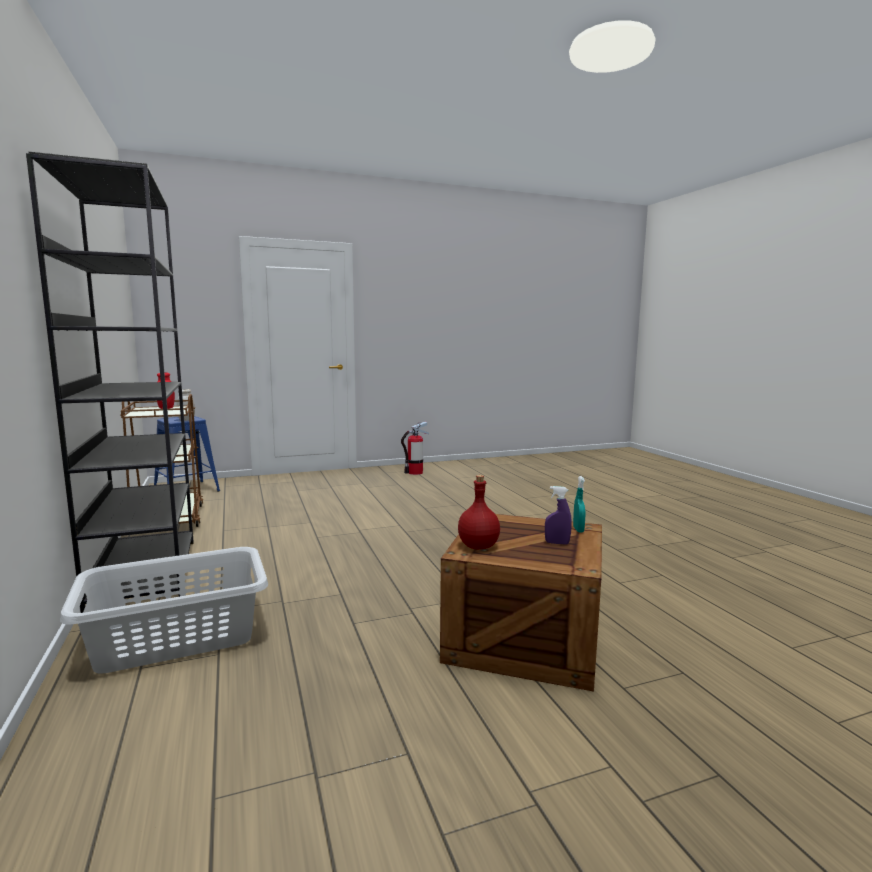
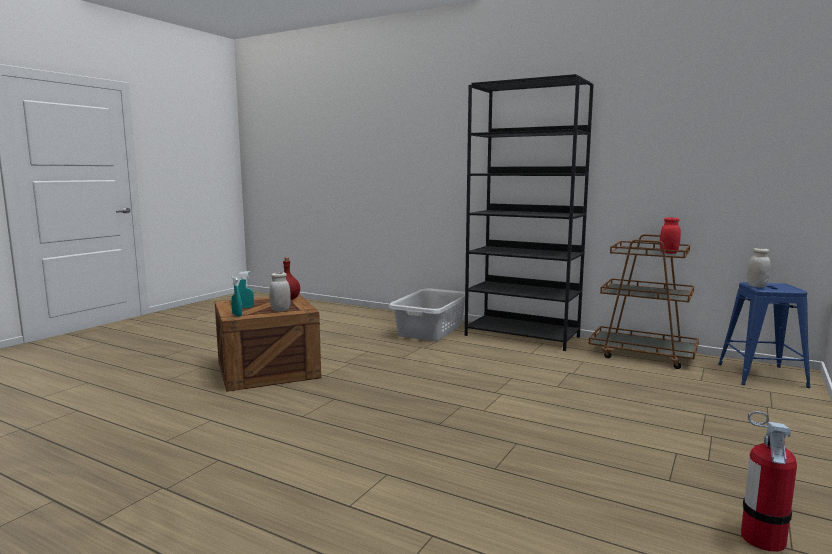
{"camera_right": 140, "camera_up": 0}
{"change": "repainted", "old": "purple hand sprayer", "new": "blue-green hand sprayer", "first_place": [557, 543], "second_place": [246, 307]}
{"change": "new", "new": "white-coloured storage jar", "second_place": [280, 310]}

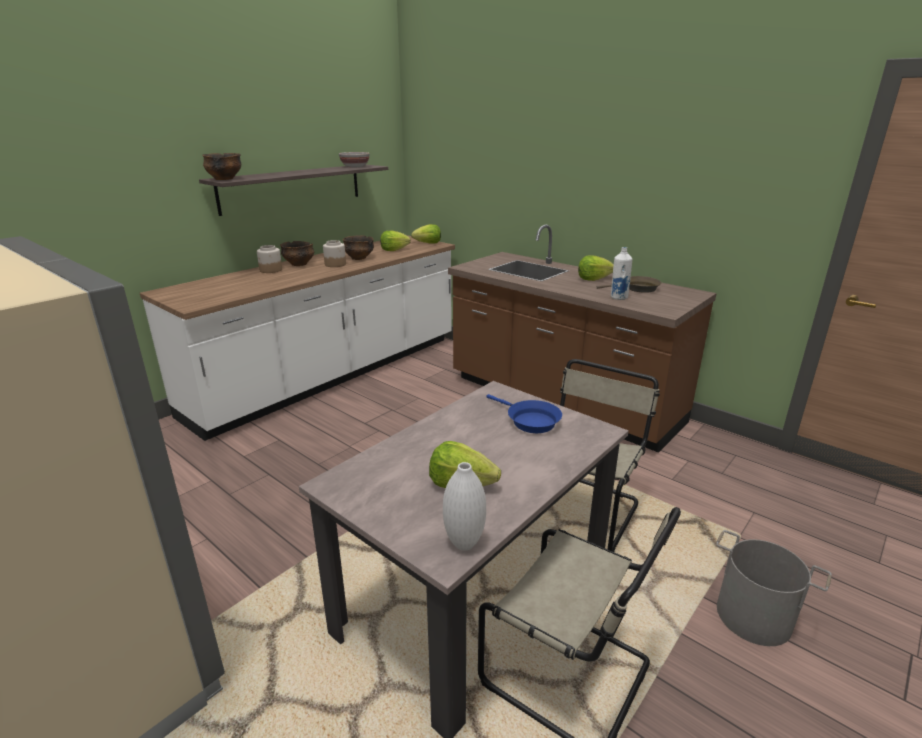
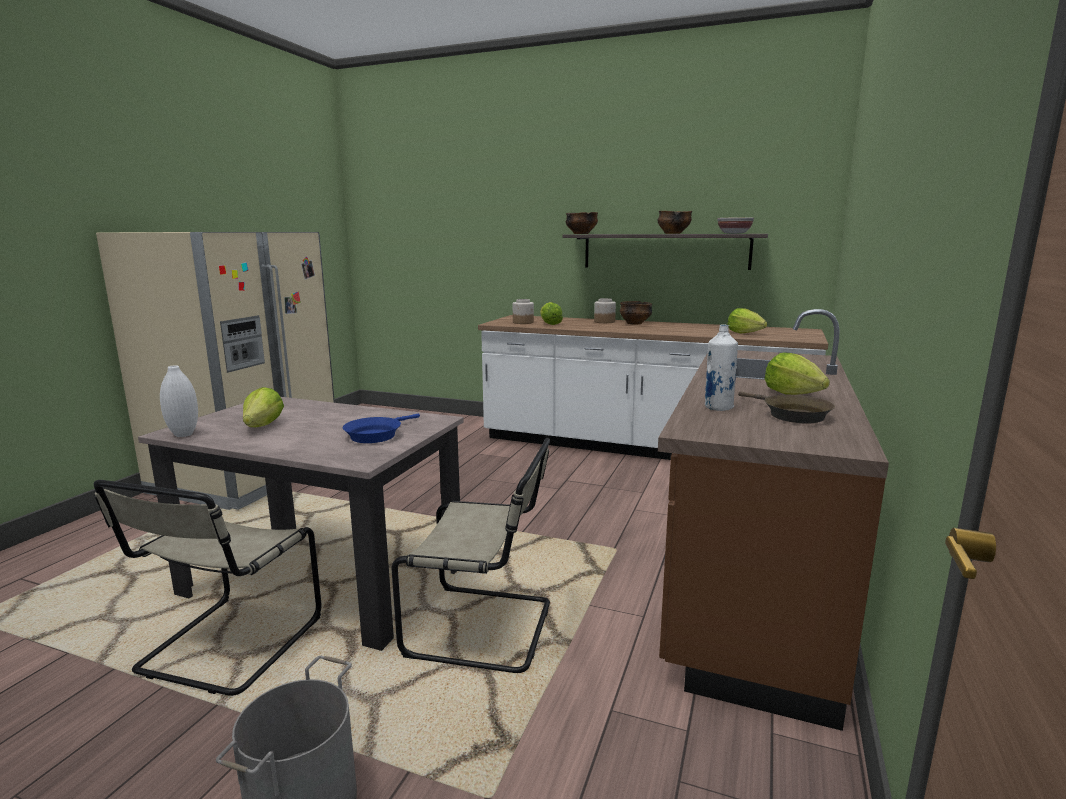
{"camera_right": 70, "camera_up": -10}
{"change": "shifted", "old": "storage jar", "first_place": [335, 264], "second_place": [523, 322]}
{"change": "shifted", "old": "serving bowl", "first_place": [359, 258], "second_place": [673, 233]}
{"change": "shifted", "old": "lettuce head", "first_place": [428, 243], "second_place": [549, 324]}

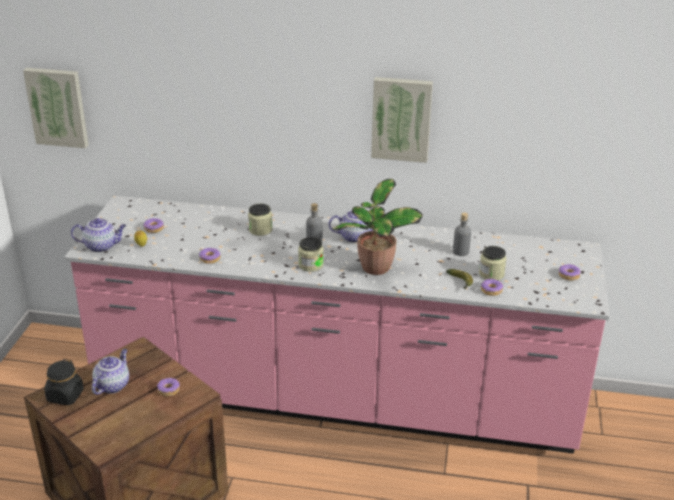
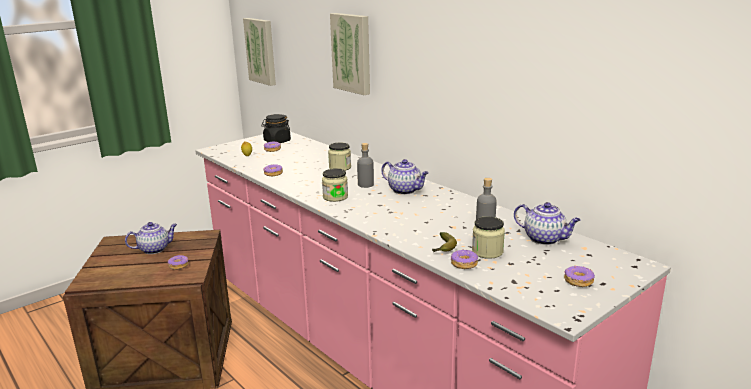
{"camera_right": 40, "camera_up": -10}
{"change": "shifted", "old": "blackish storage jar", "first_place": [65, 396], "second_place": [277, 141]}
{"change": "shifted", "old": "teapot", "first_place": [102, 246], "second_place": [545, 239]}
{"change": "gone", "old": "potted plant", "first_place": [375, 268]}
{"change": "shifted", "old": "wall picture", "first_place": [401, 118], "second_place": [352, 53]}

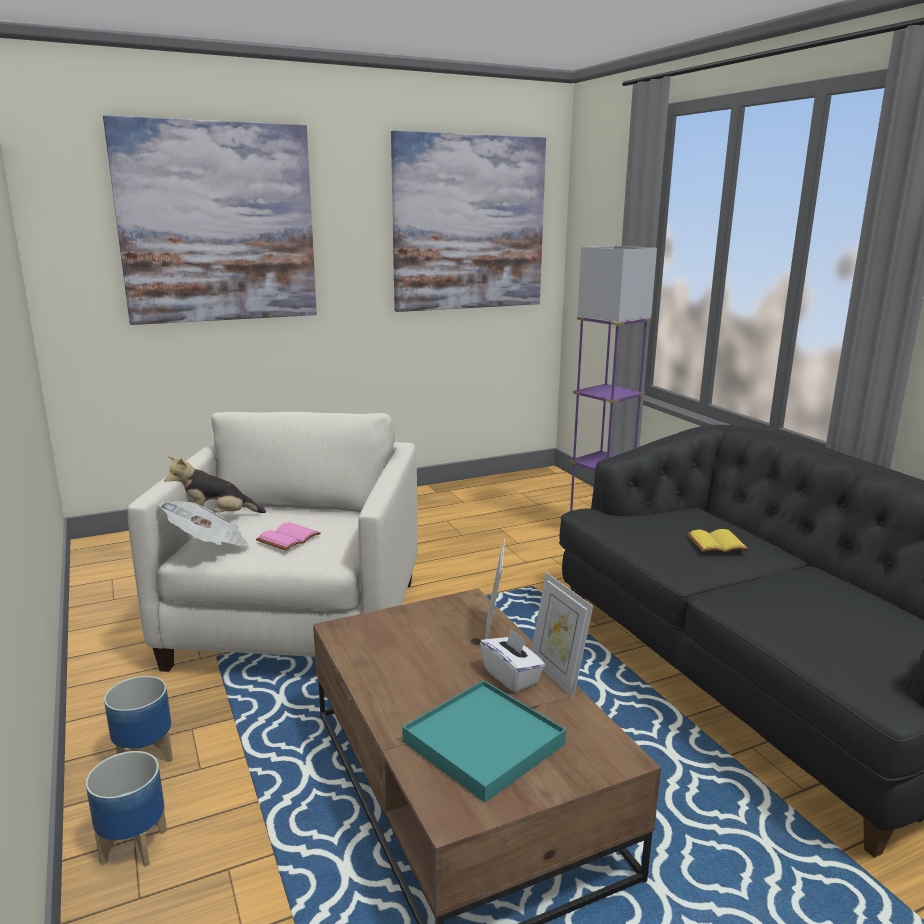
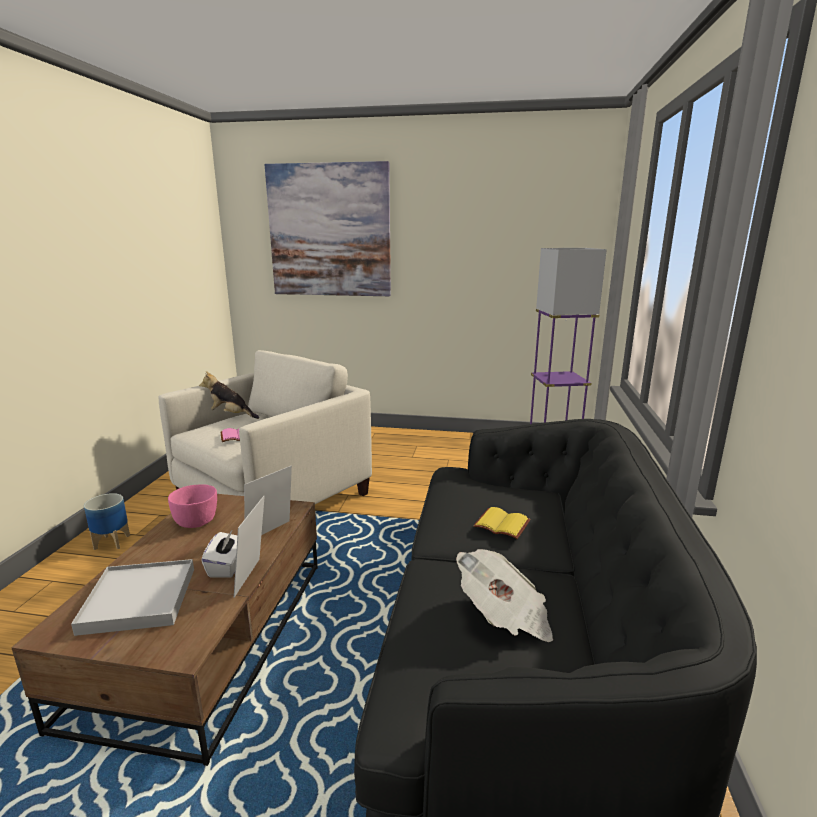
{"camera_right": 35, "camera_up": 0}
{"change": "gone", "old": "planter", "first_place": [133, 846]}
{"change": "shifted", "old": "daily paper", "first_place": [208, 544], "second_place": [504, 616]}
{"change": "gone", "old": "wall picture", "first_place": [469, 223]}
{"change": "repainted", "old": "blue-green serving tray", "new": "white-coloured serving tray", "first_place": [484, 743], "second_place": [139, 600]}
{"change": "new", "new": "pink serving bowl", "second_place": [197, 521]}

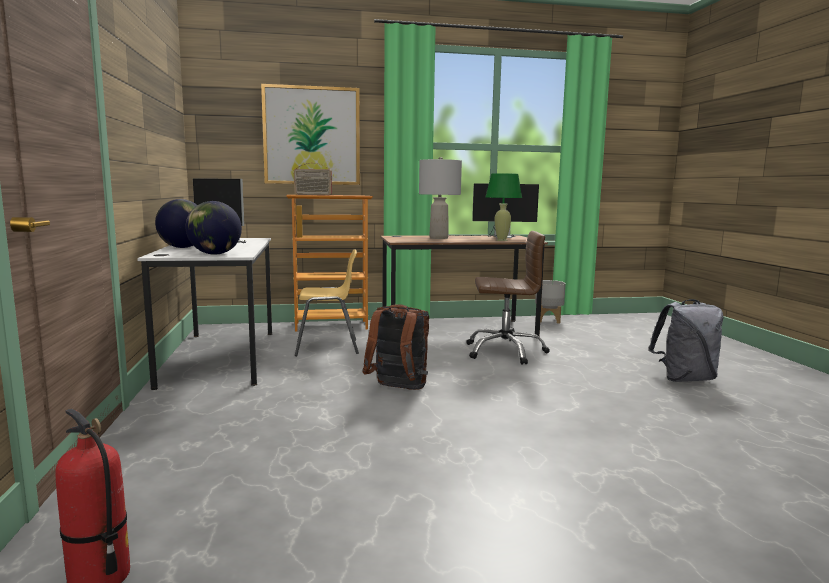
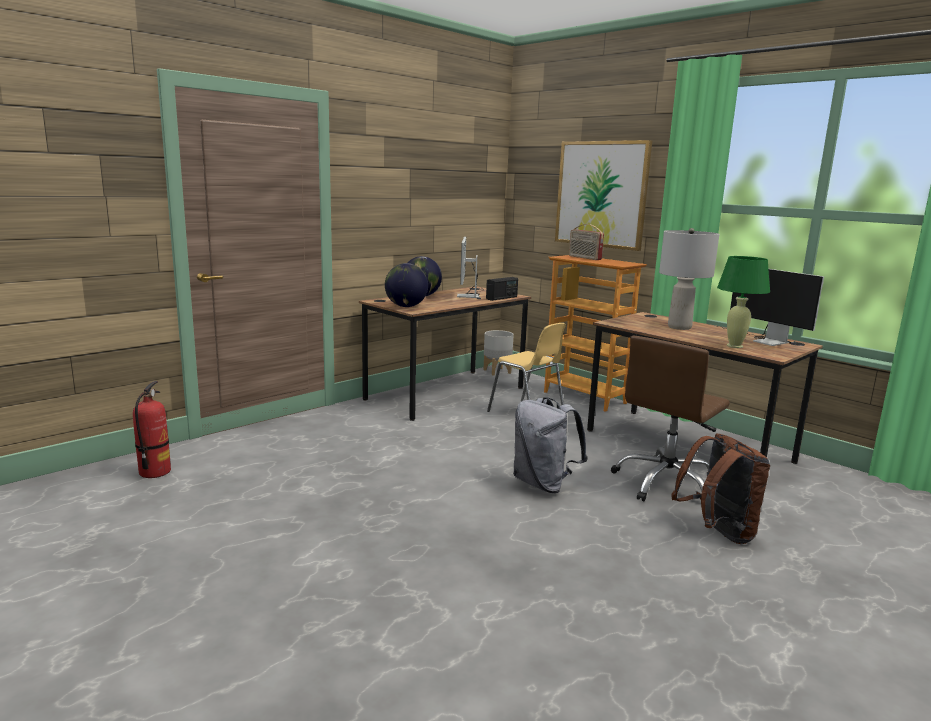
{"camera_right": 55, "camera_up": 5}
{"change": "repainted", "old": "white-coloured desk unit", "new": "brown-coloured desk unit", "first_place": [221, 357], "second_place": [446, 393]}
{"change": "shifted", "old": "brown-coloured rucksack", "first_place": [398, 389], "second_place": [717, 532]}
{"change": "rotated", "old": "brown-coloured office chair", "first_place": [505, 351], "second_place": [666, 483], "degrees": 75}
{"change": "shifted", "old": "gray planter", "first_place": [548, 320], "second_place": [497, 371]}
{"change": "shifted", "old": "gray rucksack", "first_place": [684, 379], "second_place": [543, 484]}
{"change": "new", "new": "radio receiver", "second_place": [502, 298]}

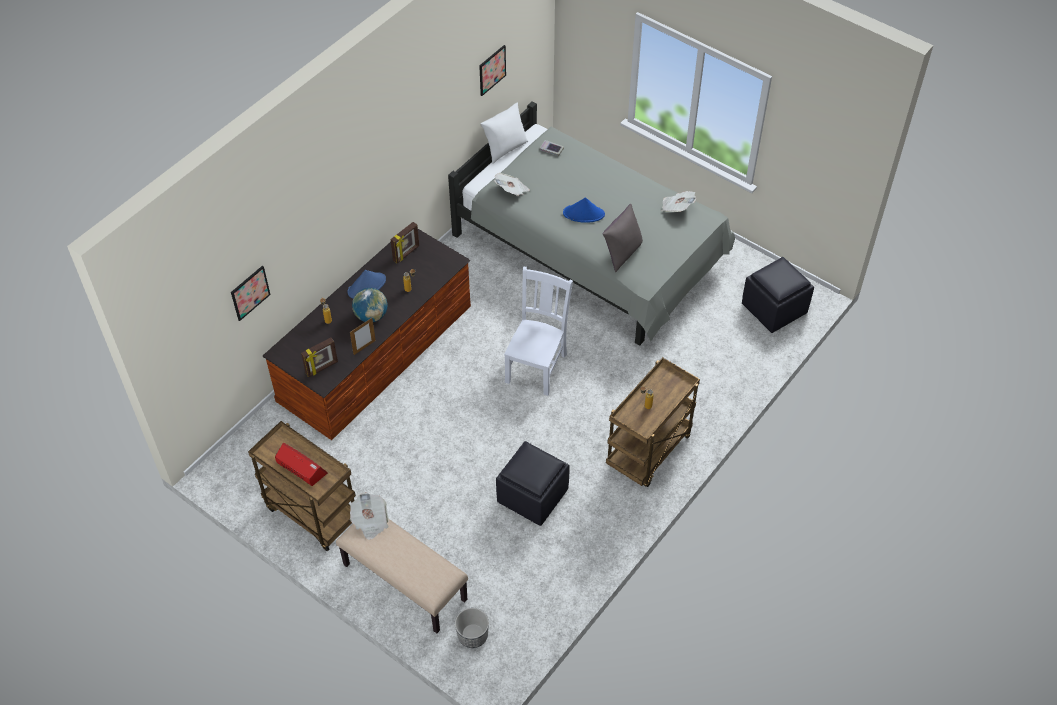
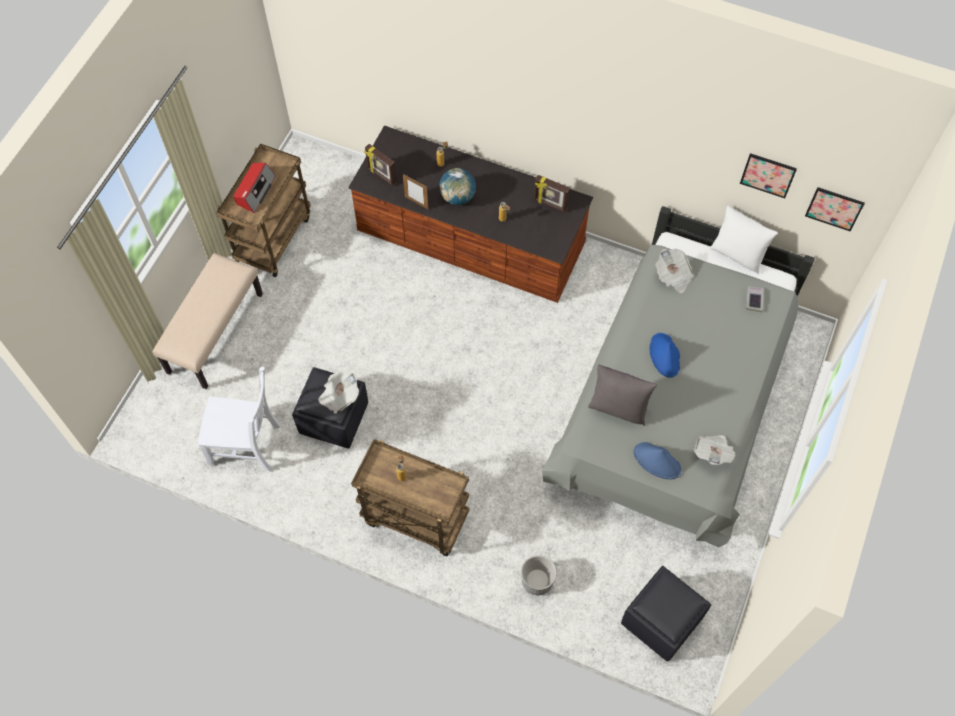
{"camera_right": 75, "camera_up": 10}
{"change": "shifted", "old": "wall picture", "first_place": [250, 293], "second_place": [834, 208]}
{"change": "shifted", "old": "bluish wearable hat", "first_place": [367, 286], "second_place": [657, 461]}
{"change": "shifted", "old": "daily paper", "first_place": [370, 521], "second_place": [339, 396]}
{"change": "shifted", "old": "planter", "first_place": [473, 635], "second_place": [537, 581]}
{"change": "shifted", "old": "white-coloured chair", "first_place": [537, 366], "second_place": [248, 445]}

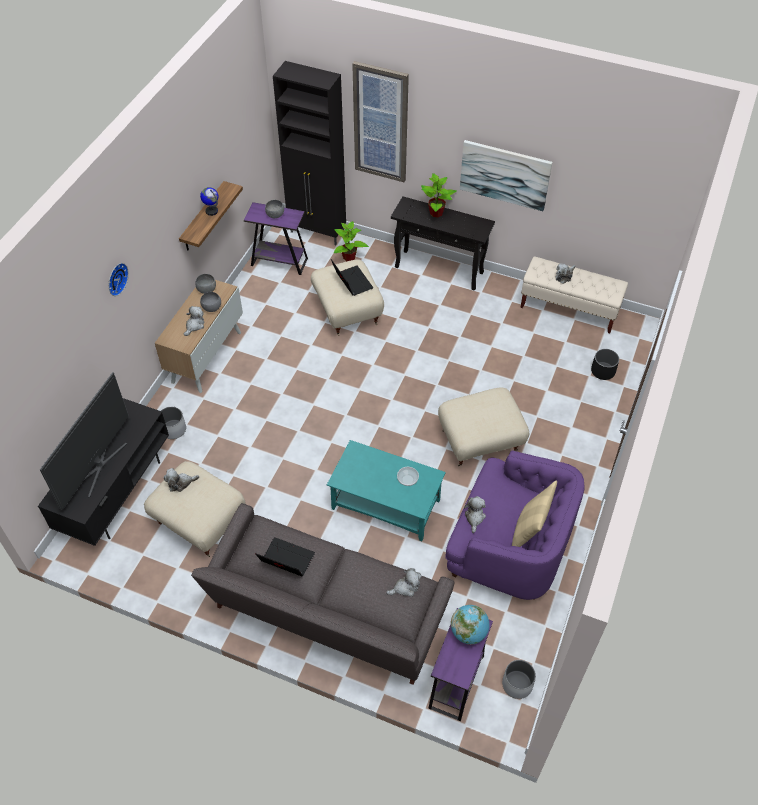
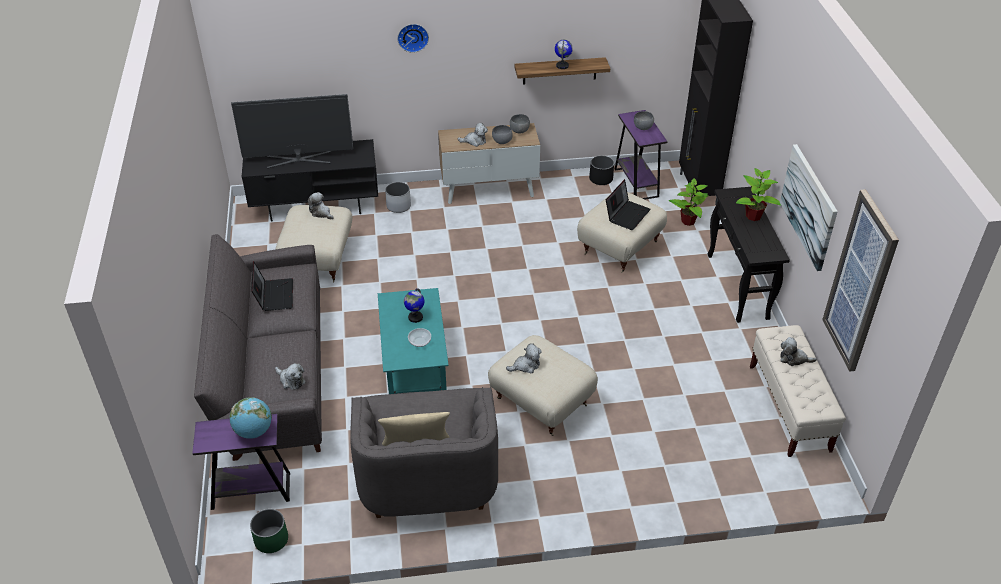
{"camera_right": 60, "camera_up": -10}
{"change": "shifted", "old": "wall picture", "first_place": [381, 123], "second_place": [860, 282]}
{"change": "repainted", "old": "purple lounge chair", "new": "gray lounge chair", "first_place": [509, 546], "second_place": [428, 474]}
{"change": "shifted", "old": "cuddly toy", "first_place": [474, 517], "second_place": [525, 365]}
{"change": "repainted", "old": "white-coloured planter", "new": "greenish planter", "first_place": [517, 684], "second_place": [271, 540]}
{"change": "shifted", "old": "blackish planter", "first_place": [603, 371], "second_place": [601, 179]}
{"change": "new", "new": "desk globe", "second_place": [415, 317]}

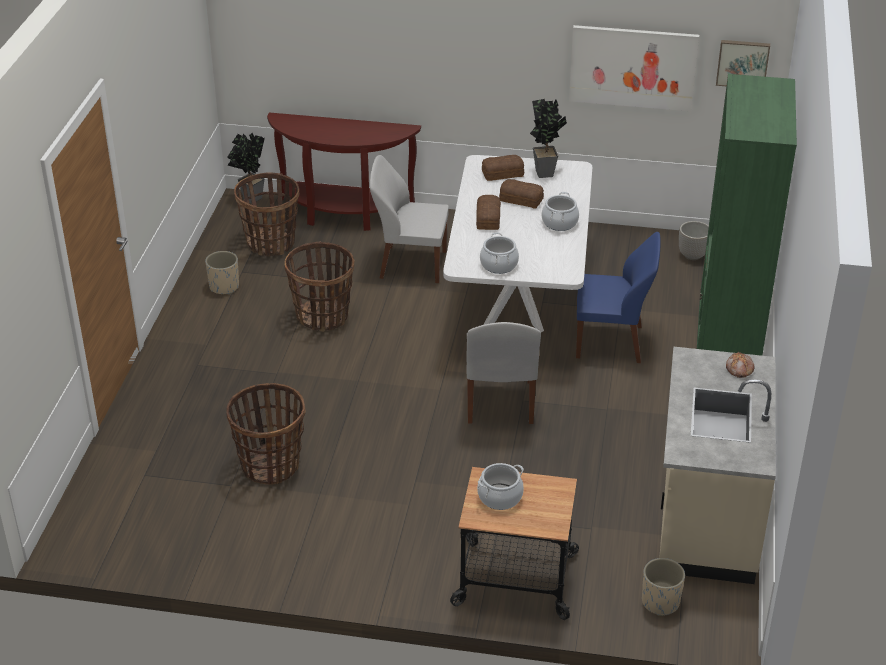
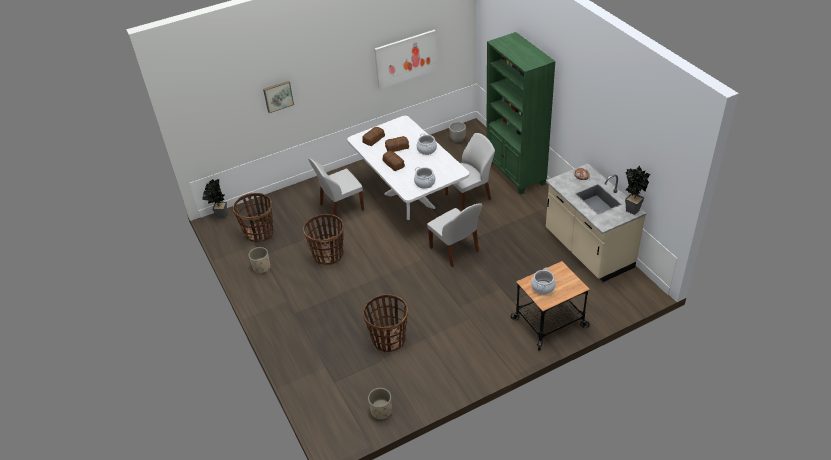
{"camera_right": -35, "camera_up": 5}
{"change": "gone", "old": "brown-coloured console table", "first_place": [343, 214]}
{"change": "shifted", "old": "potted plant", "first_place": [545, 171], "second_place": [631, 209]}
{"change": "repainted", "old": "bluish chair", "new": "white-coloured chair", "first_place": [612, 342], "second_place": [469, 196]}
{"change": "shifted", "old": "beige planter", "first_place": [660, 602], "second_place": [381, 411]}
{"change": "shifted", "old": "wall picture", "first_place": [742, 63], "second_place": [278, 96]}

